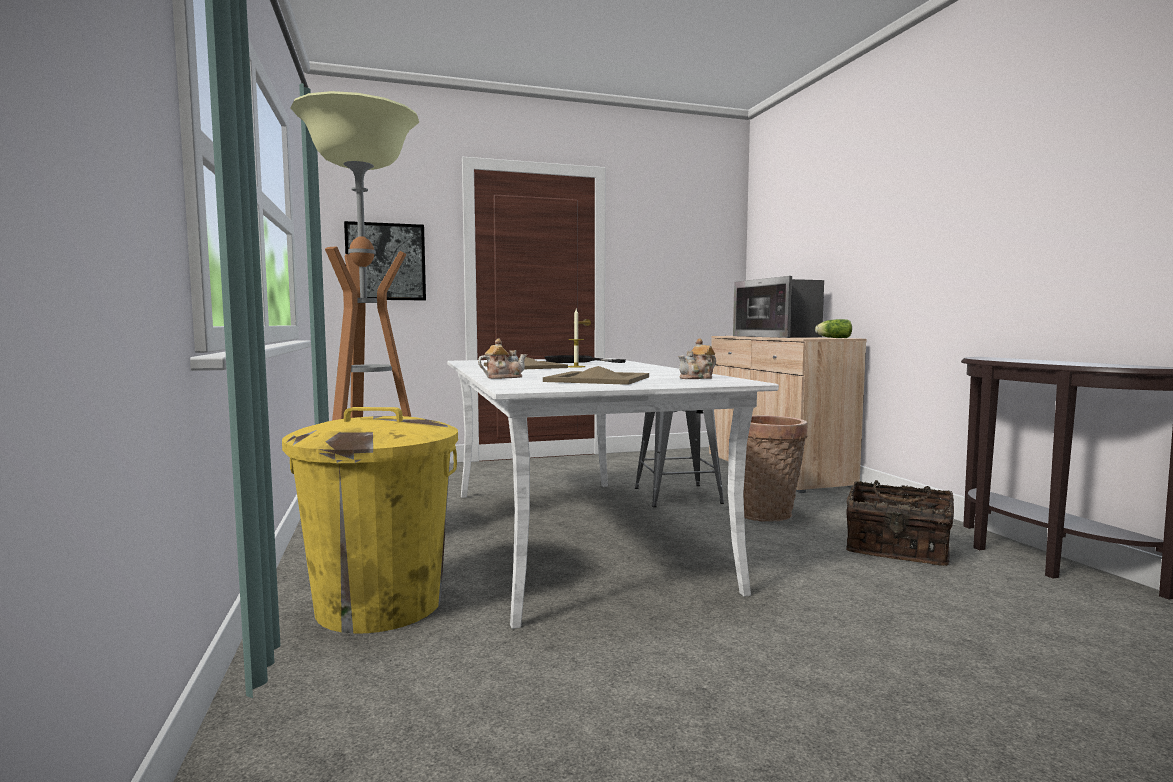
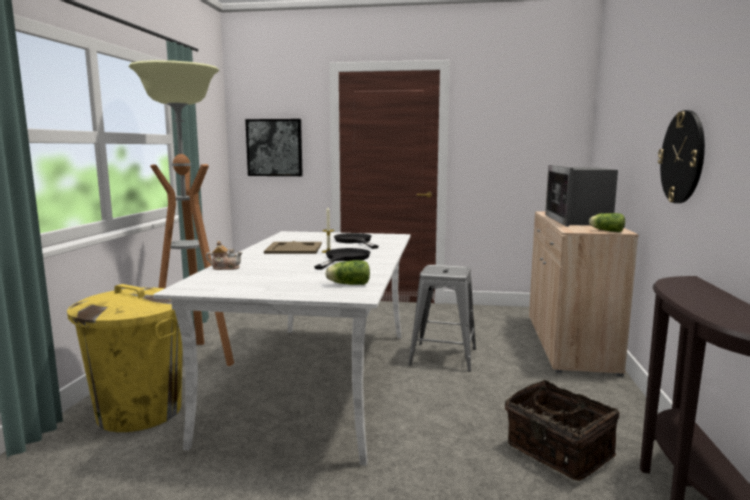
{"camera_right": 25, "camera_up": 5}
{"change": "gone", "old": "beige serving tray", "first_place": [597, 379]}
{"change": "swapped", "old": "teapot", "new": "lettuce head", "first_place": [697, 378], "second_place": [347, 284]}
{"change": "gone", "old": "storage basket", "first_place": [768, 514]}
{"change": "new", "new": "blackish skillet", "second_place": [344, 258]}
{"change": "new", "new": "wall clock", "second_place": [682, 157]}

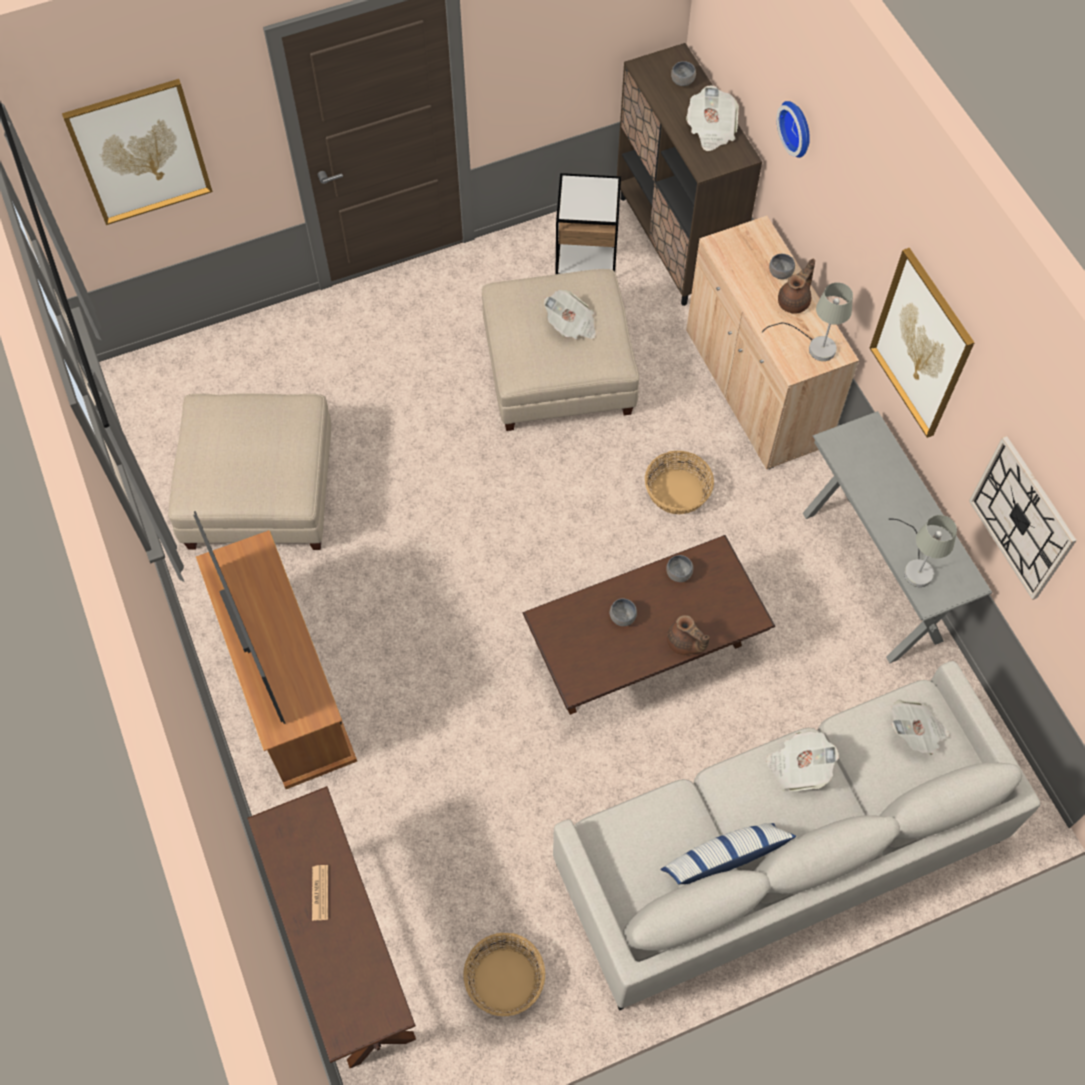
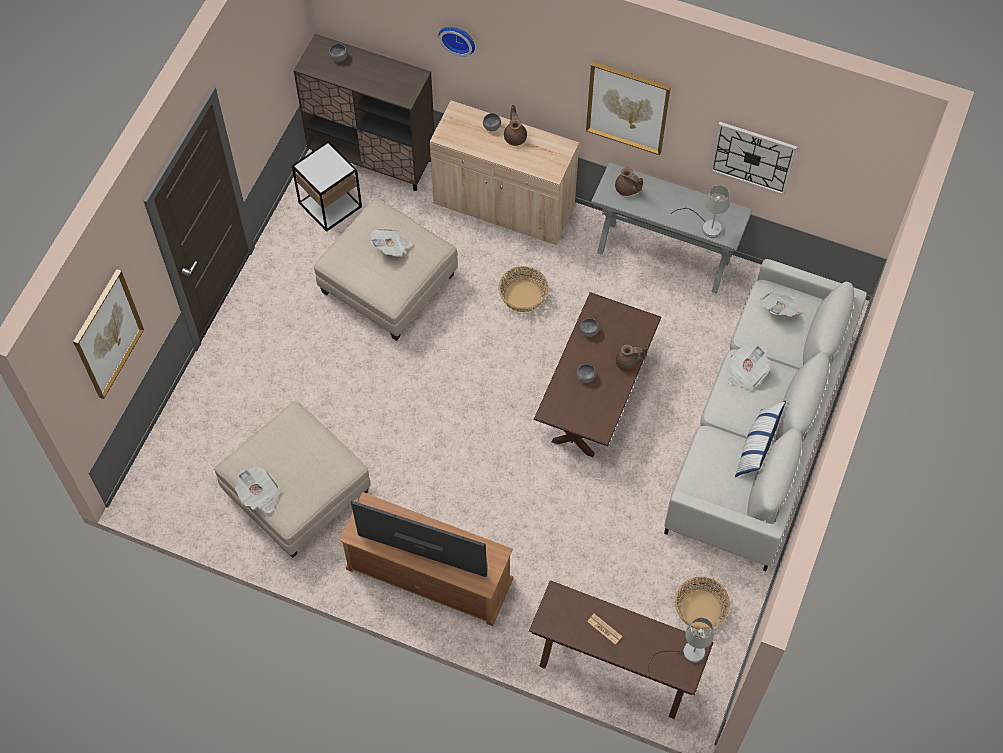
{"camera_right": -45, "camera_up": 0}
{"change": "shifted", "old": "daily paper", "first_place": [711, 130], "second_place": [259, 495]}
{"change": "shifted", "old": "gray table lamp", "first_place": [814, 346], "second_place": [686, 653]}
{"change": "new", "new": "brown-coloured teapot", "second_place": [627, 189]}

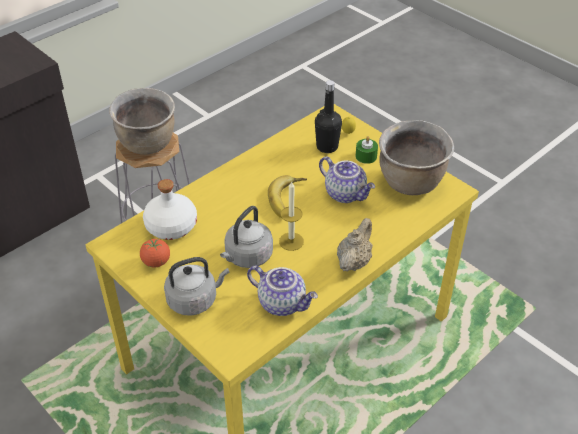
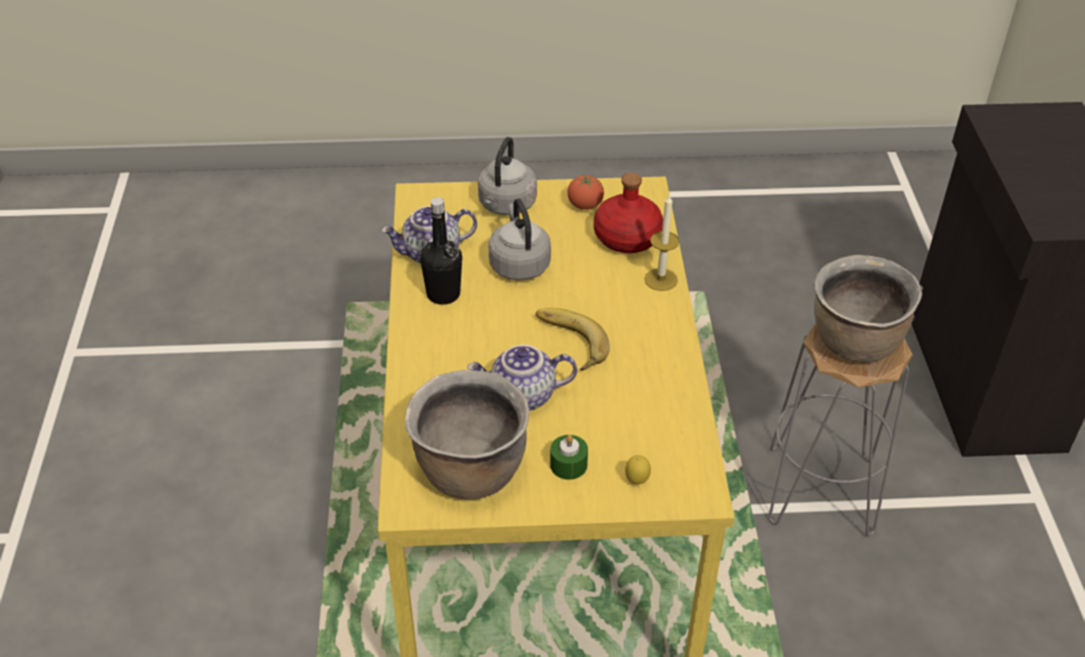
{"camera_right": 130, "camera_up": 0}
{"change": "repainted", "old": "white-coloured beverage bottle", "new": "red-coloured beverage bottle", "first_place": [170, 226], "second_place": [627, 237]}
{"change": "shifted", "old": "wax candle", "first_place": [291, 241], "second_place": [661, 279]}
{"change": "shifted", "old": "blackish beverage bottle", "first_place": [327, 147], "second_place": [443, 294]}
{"change": "gone", "old": "beige teapot", "first_place": [354, 261]}

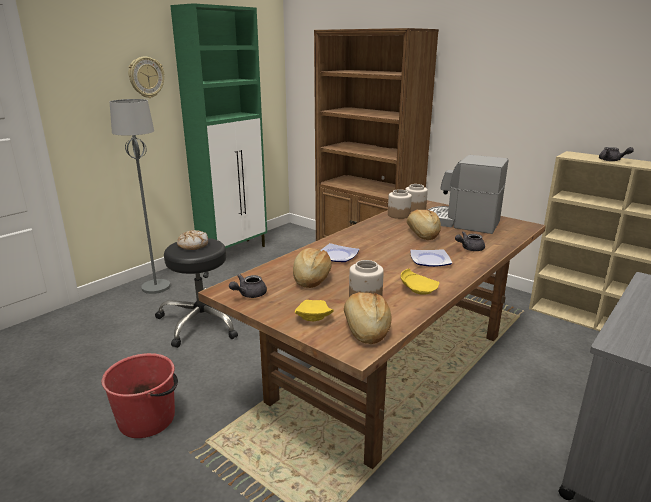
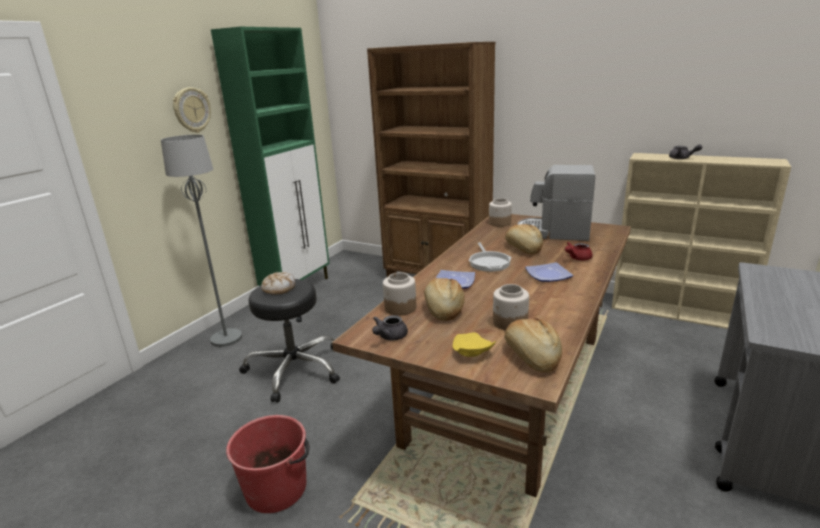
{"camera_right": -10, "camera_up": 0}
{"change": "shifted", "old": "storage jar", "first_place": [398, 215], "second_place": [400, 308]}
{"change": "gone", "old": "yellowish flat dish", "first_place": [418, 289]}
{"change": "repainted", "old": "gray teapot", "new": "red-coloured teapot", "first_place": [469, 248], "second_place": [577, 258]}
{"change": "new", "new": "skillet", "second_place": [489, 263]}

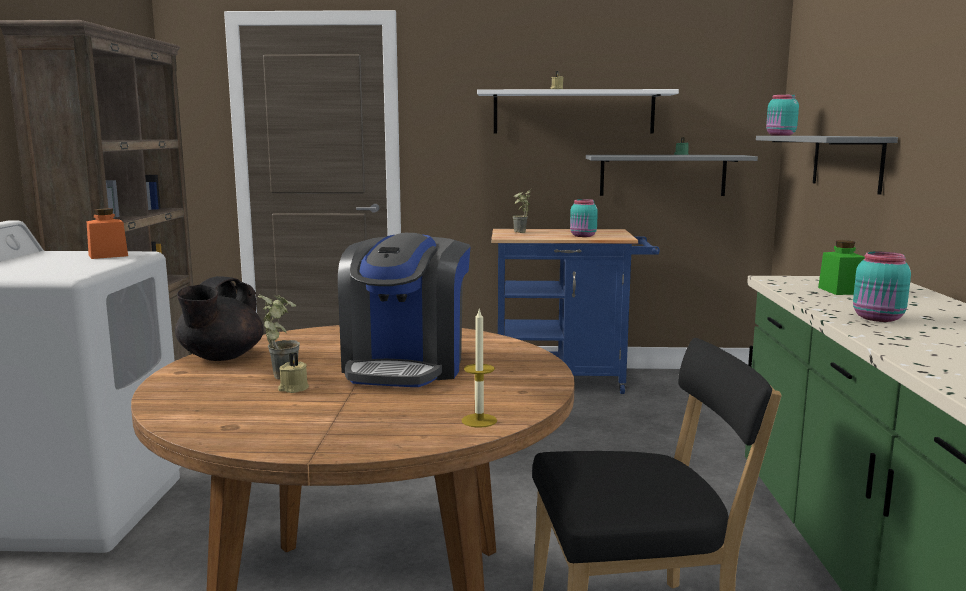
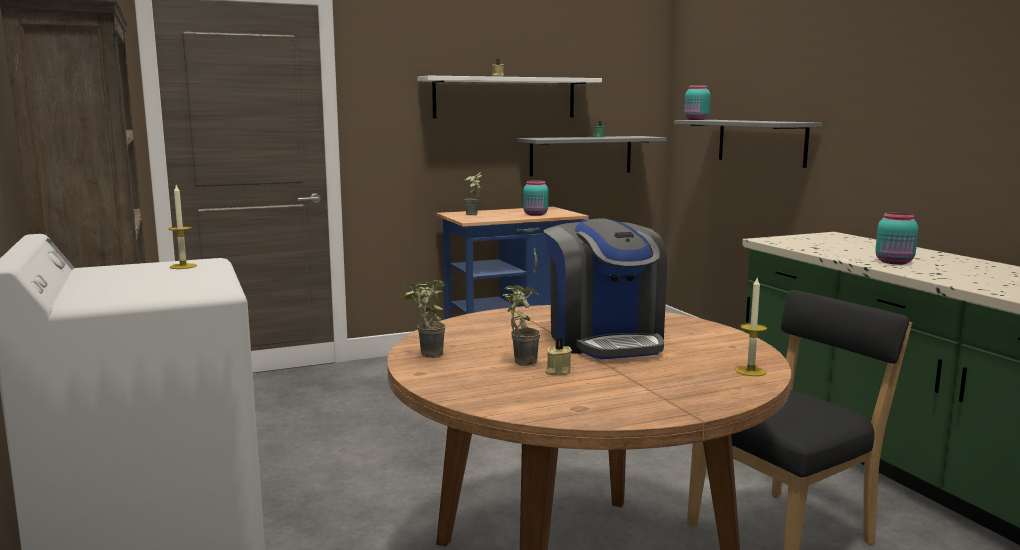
{"camera_right": -25, "camera_up": 0}
{"change": "swapped", "old": "orange-coloured storage jar", "new": "wax candle", "first_place": [108, 255], "second_place": [183, 266]}
{"change": "swapped", "old": "blackish teapot", "new": "potted plant", "first_place": [220, 357], "second_place": [425, 356]}
{"change": "gone", "old": "greenish storage jar", "first_place": [840, 291]}

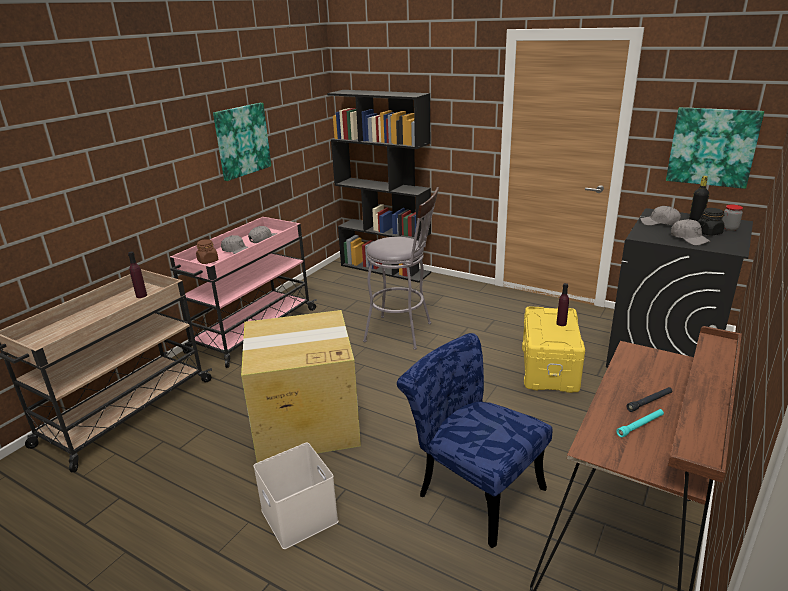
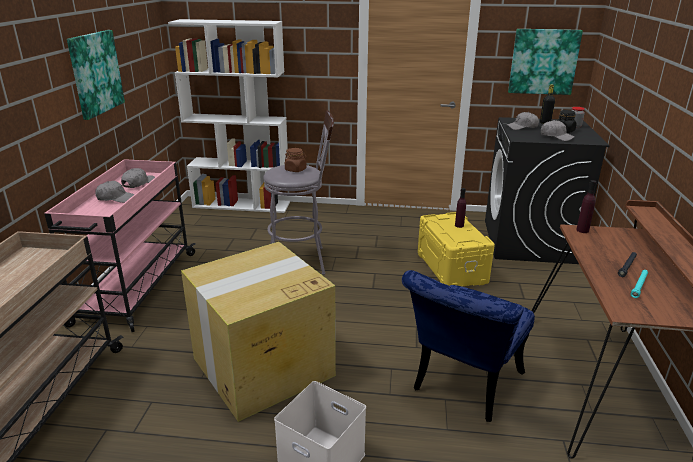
{"camera_right": -25, "camera_up": 0}
{"change": "shifted", "old": "purple beverage bottle", "first_place": [141, 295], "second_place": [582, 230]}
{"change": "shifted", "old": "brown-coloured storage jar", "first_place": [208, 261], "second_place": [295, 170]}
{"change": "repainted", "old": "blackish bookcase", "new": "white-coloured bookcase", "first_place": [386, 269], "second_place": [242, 204]}
{"change": "rotated", "old": "bluish chair", "first_place": [472, 488], "second_place": [462, 386], "degrees": -75}

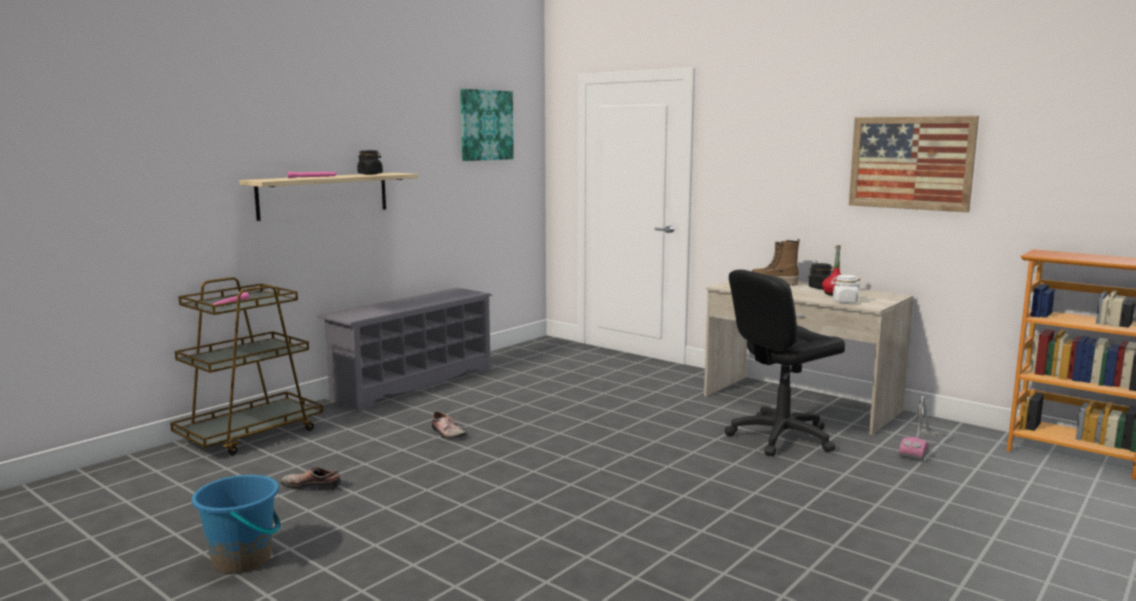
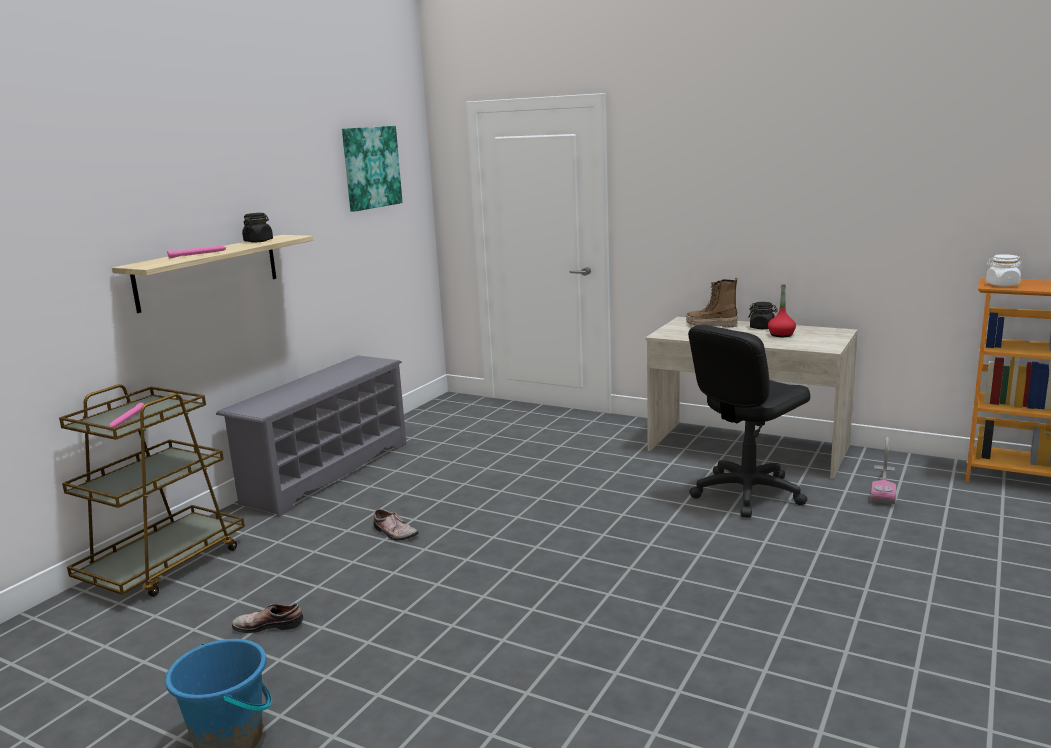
{"camera_right": -10, "camera_up": 5}
{"change": "shifted", "old": "white-coloured storage jar", "first_place": [844, 301], "second_place": [1002, 285]}
{"change": "gone", "old": "wall picture", "first_place": [910, 163]}

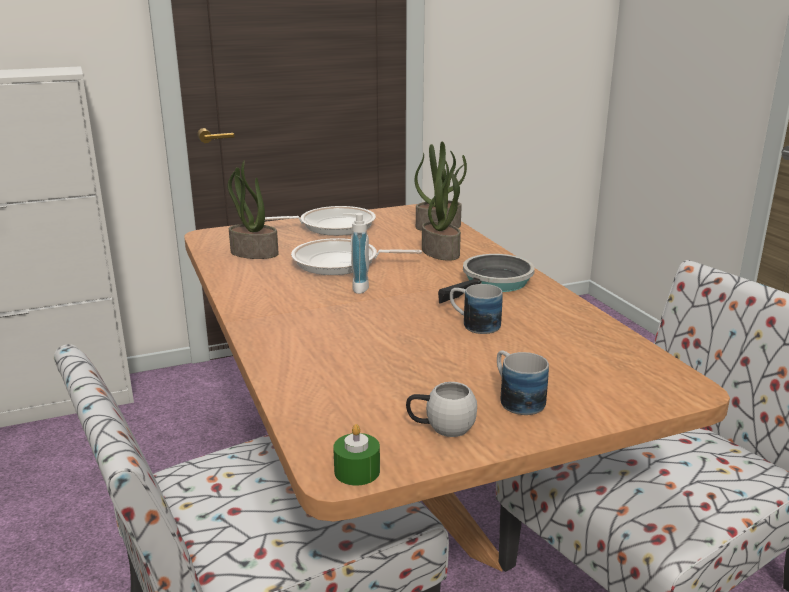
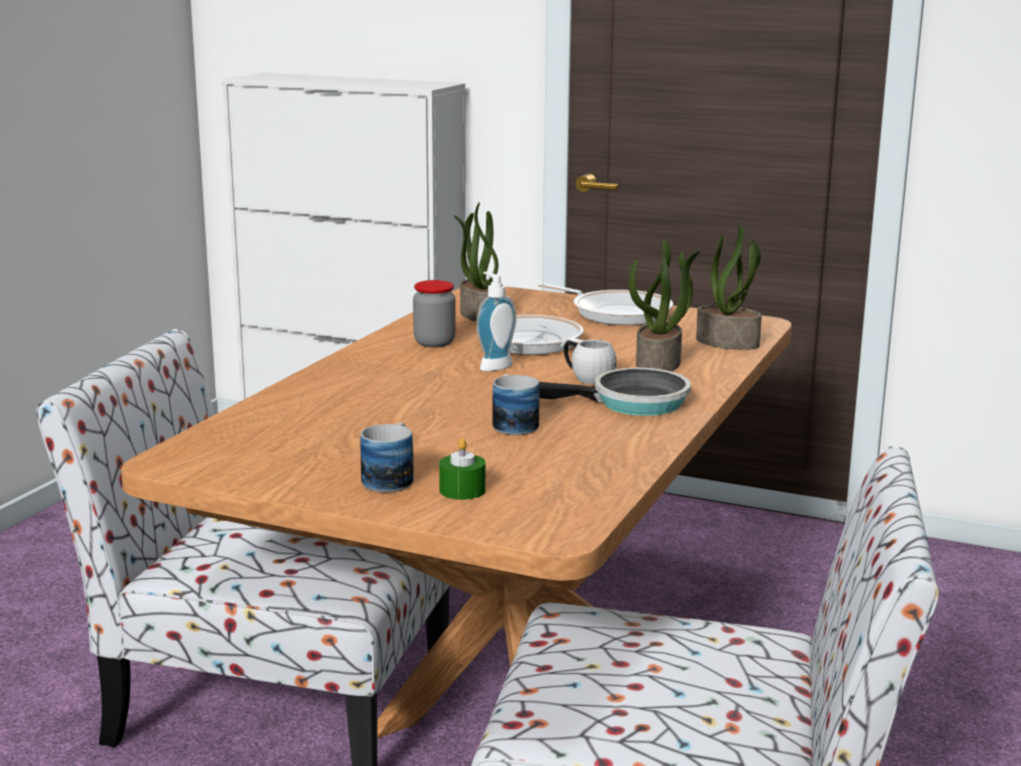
{"camera_right": 45, "camera_up": -5}
{"change": "shifted", "old": "greenish wax candle", "first_place": [357, 471], "second_place": [462, 490]}
{"change": "shifted", "old": "white-coloured tea mug", "first_place": [441, 427], "second_place": [586, 377]}
{"change": "new", "new": "storage jar", "second_place": [434, 343]}

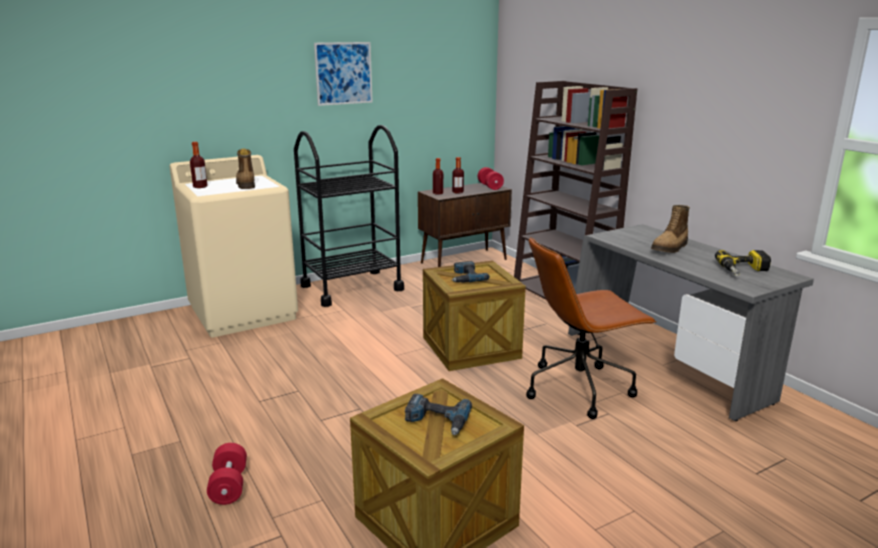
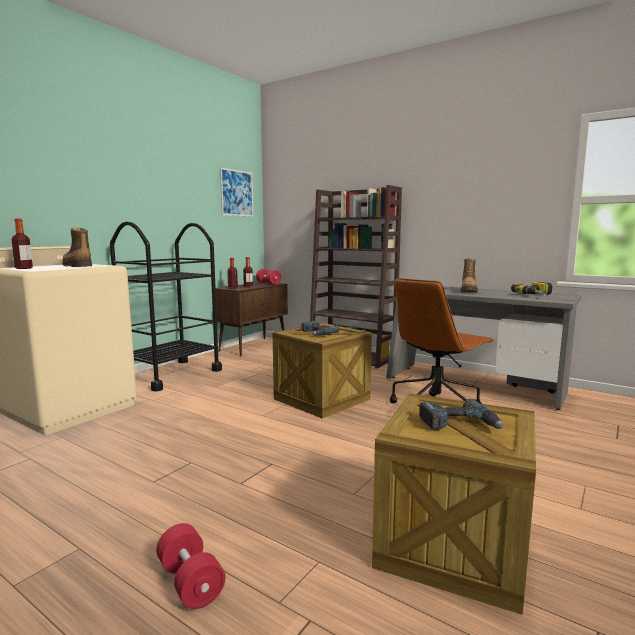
{"camera_right": -25, "camera_up": -10}
{"change": "shifted", "old": "wall picture", "first_place": [343, 73], "second_place": [237, 193]}

